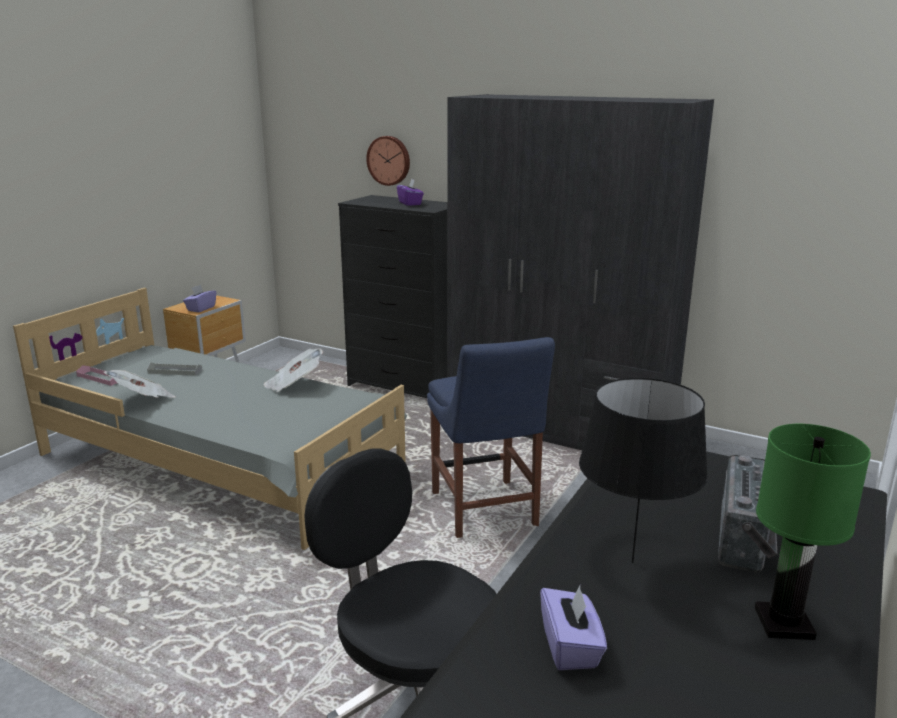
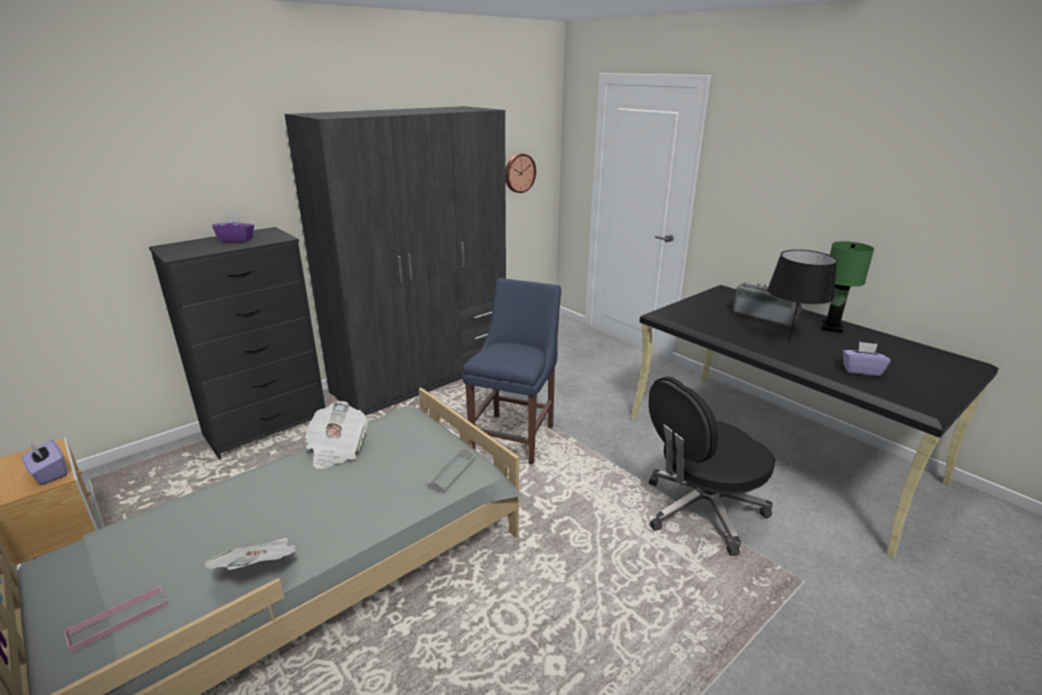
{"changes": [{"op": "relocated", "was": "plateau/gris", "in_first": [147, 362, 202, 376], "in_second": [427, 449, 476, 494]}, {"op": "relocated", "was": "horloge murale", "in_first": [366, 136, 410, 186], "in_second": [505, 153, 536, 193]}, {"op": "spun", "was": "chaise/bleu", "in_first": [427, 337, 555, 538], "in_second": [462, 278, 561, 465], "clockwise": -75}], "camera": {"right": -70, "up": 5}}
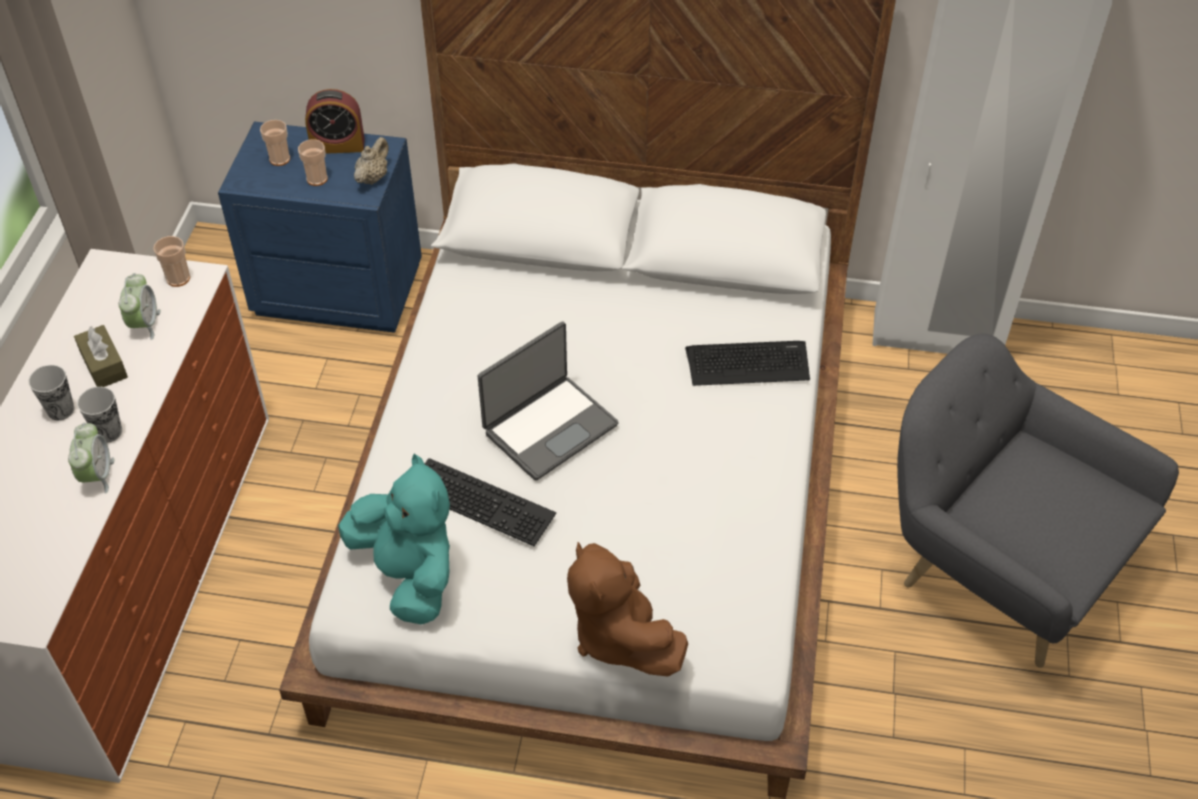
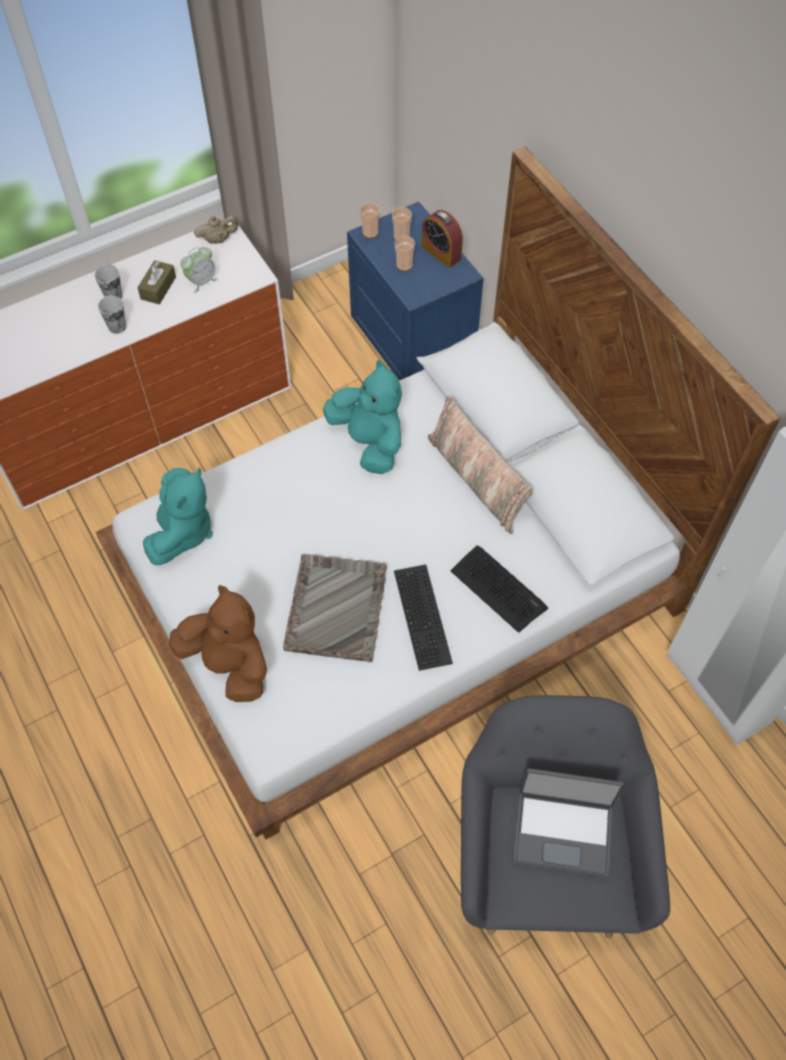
{"changes": [{"op": "missing", "was": "réveil", "in_first": [68, 423, 114, 494]}, {"op": "appeared", "now": "plateau/gris", "in_second": [283, 554, 387, 662]}, {"op": "appeared", "now": "peluche/turquoise", "in_second": [323, 360, 402, 474]}, {"op": "appeared", "now": "coussin", "in_second": [428, 396, 533, 534]}, {"op": "relocated", "was": "tasse", "in_first": [153, 236, 190, 287], "in_second": [360, 203, 380, 238]}, {"op": "relocated", "was": "théière/beige", "in_first": [354, 137, 389, 185], "in_second": [194, 215, 238, 244]}, {"op": "relocated", "was": "clavier", "in_first": [425, 458, 556, 546], "in_second": [394, 564, 453, 671]}, {"op": "relocated", "was": "ordinateur portable", "in_first": [478, 321, 619, 481], "in_second": [513, 768, 624, 876]}, {"op": "spun", "was": "peluche/marron", "in_first": [567, 542, 688, 677], "in_second": [169, 585, 267, 702], "clockwise": 105}], "camera": {"right": 50, "up": 10}}
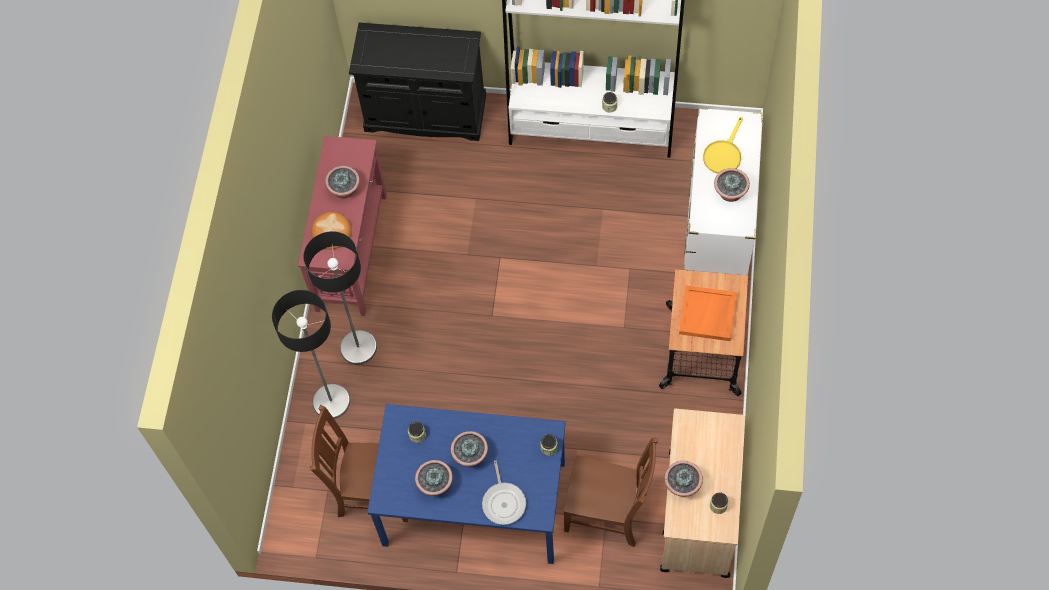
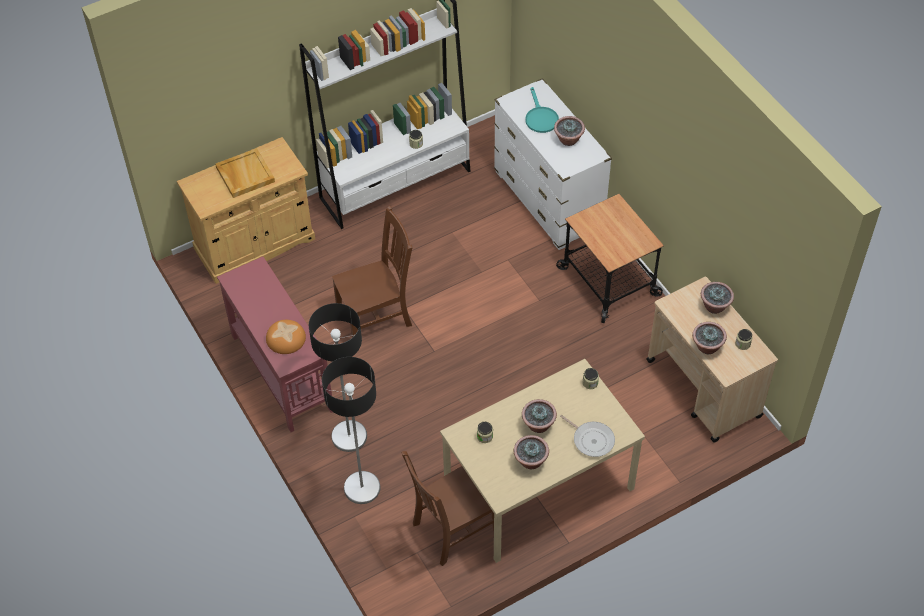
{"changes": [{"op": "missing", "was": "plateau/orange", "in_first": [679, 285, 737, 341]}, {"op": "appeared", "now": "plateau/beige", "in_second": [215, 148, 275, 198]}, {"op": "relocated", "was": "plante en pot", "in_first": [325, 166, 360, 198], "in_second": [701, 282, 734, 314]}, {"op": "relocated", "was": "chaise/marron", "in_first": [563, 437, 658, 547], "in_second": [332, 206, 412, 337]}, {"op": "colour", "was": "meuble de rangement/noir", "now": "meuble de rangement/beige", "in_first": [349, 23, 486, 141], "in_second": [177, 137, 315, 284]}, {"op": "colour", "was": "table à manger/bleu", "now": "table à manger/beige", "in_first": [367, 404, 566, 564], "in_second": [440, 359, 645, 563]}, {"op": "colour", "was": "poêle/jaune", "now": "poêle/turquoise", "in_first": [703, 117, 743, 174], "in_second": [525, 87, 559, 133]}], "camera": {"right": -40, "up": -10}}
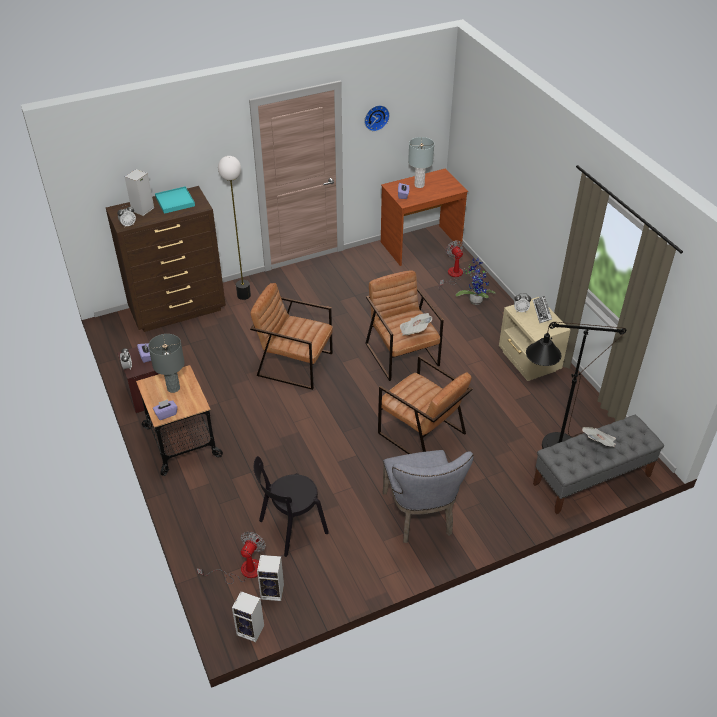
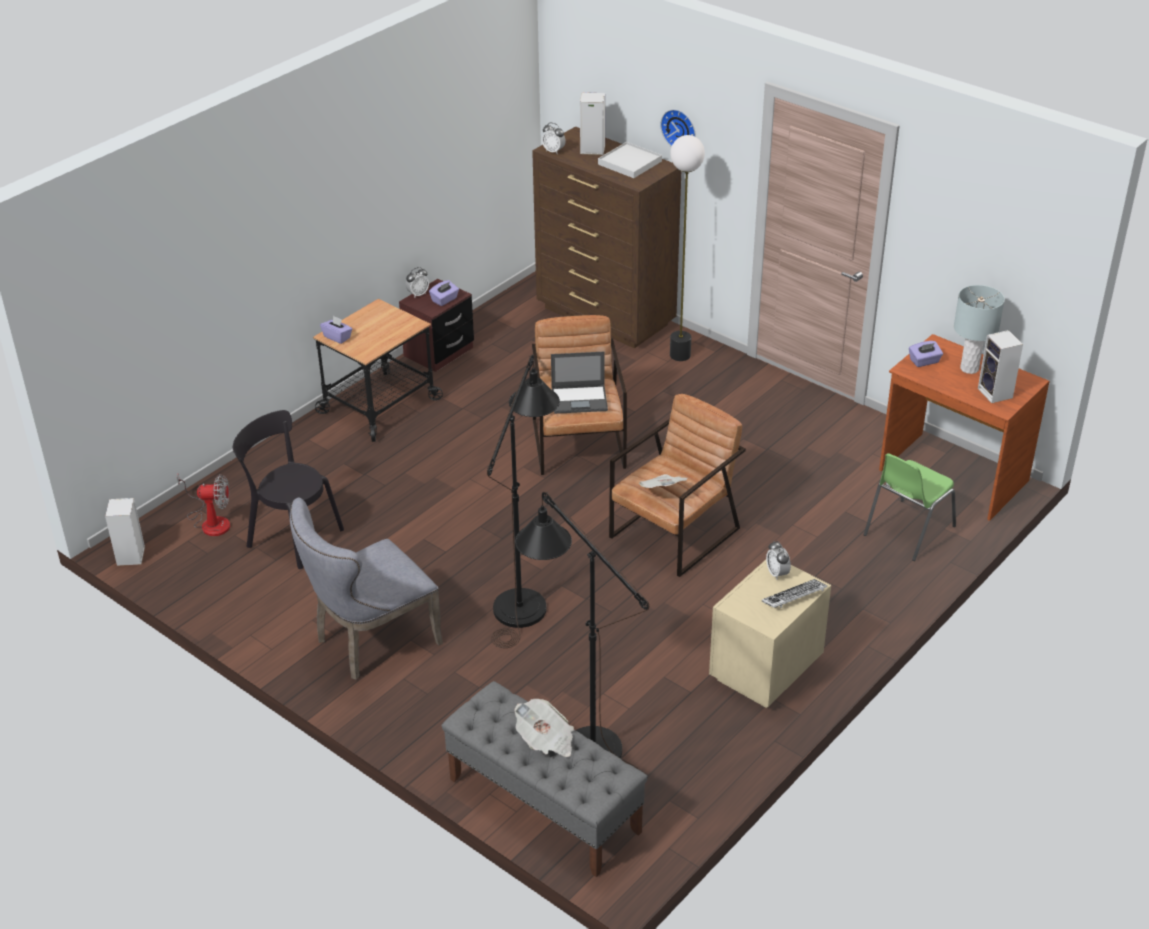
{"changes": [{"op": "missing", "was": "lampe de table/gris", "in_first": [148, 334, 185, 393]}, {"op": "missing", "was": "plante en pot", "in_first": [456, 258, 496, 305]}, {"op": "appeared", "now": "ordinateur portable", "in_second": [551, 352, 608, 414]}, {"op": "relocated", "was": "enceinte", "in_first": [257, 555, 284, 601], "in_second": [978, 330, 1023, 403]}, {"op": "relocated", "was": "horloge murale", "in_first": [364, 105, 390, 131], "in_second": [660, 109, 696, 147]}, {"op": "exchanged", "was": "fauteuil/marron", "now": "lampadaire/noir", "in_first": [378, 356, 472, 454], "in_second": [487, 355, 560, 648]}, {"op": "exchanged", "was": "ventilateur", "now": "chaise/vert", "in_first": [439, 240, 463, 289], "in_second": [864, 453, 956, 561]}, {"op": "colour", "was": "plateau/turquoise", "now": "plateau/blanc", "in_first": [155, 186, 195, 214], "in_second": [598, 142, 662, 178]}], "camera": {"right": 65, "up": -5}}
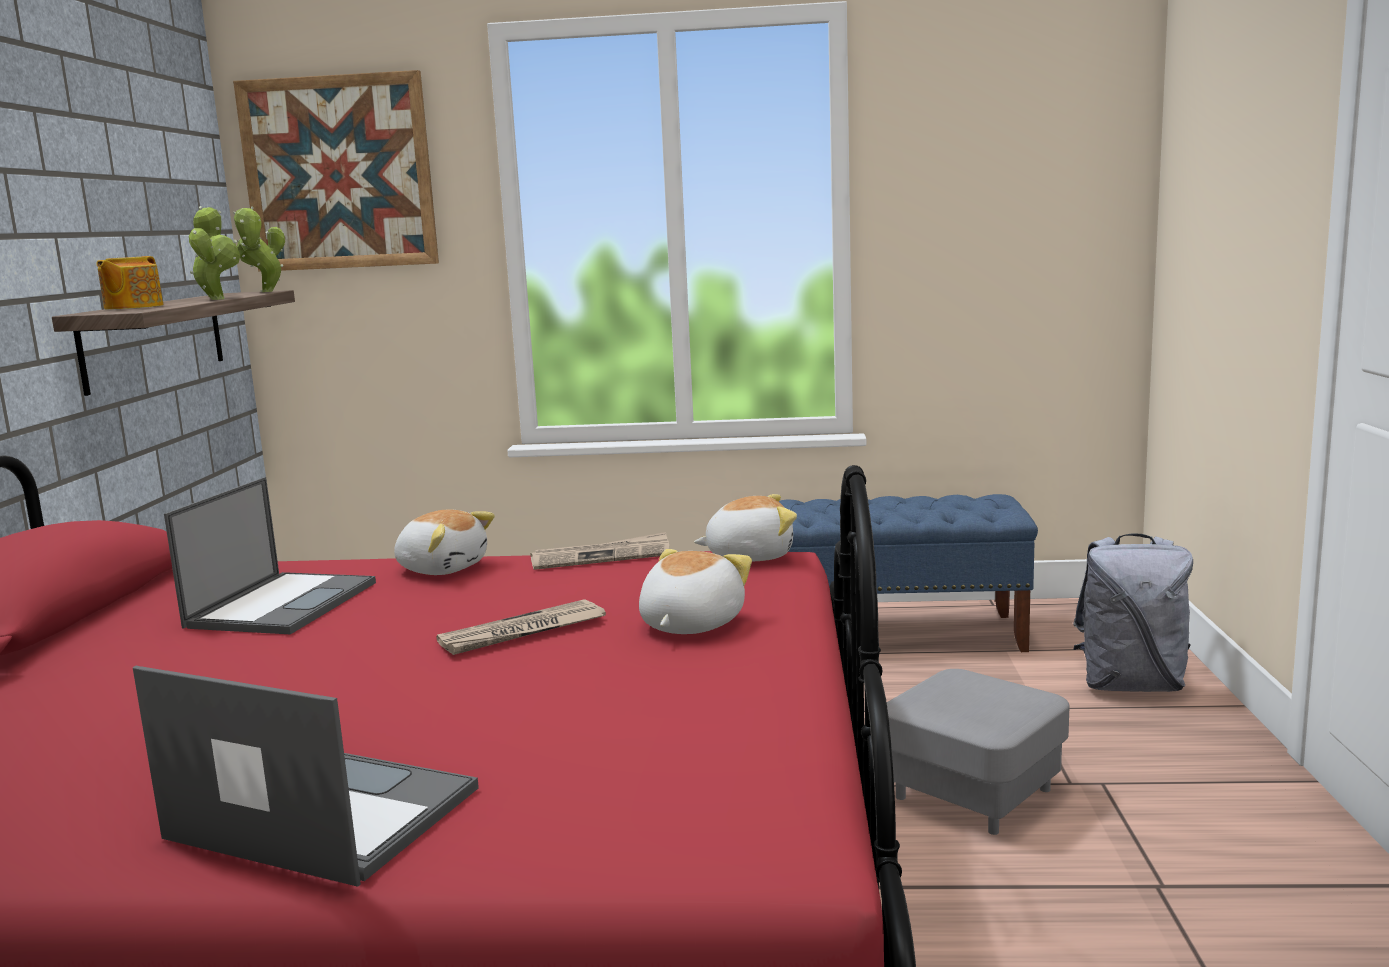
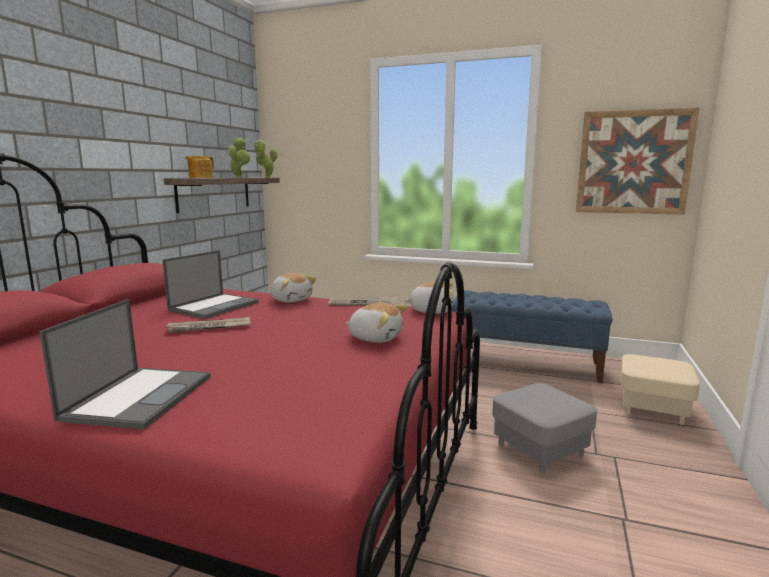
{"changes": [{"op": "relocated", "was": "tableau", "in_first": [233, 70, 439, 272], "in_second": [576, 107, 700, 215]}, {"op": "relocated", "was": "journal", "in_first": [437, 599, 606, 655], "in_second": [165, 317, 251, 333]}, {"op": "exchanged", "was": "sac à dos/gris", "now": "pouf/beige", "in_first": [1073, 533, 1193, 692], "in_second": [621, 354, 700, 425]}, {"op": "spun", "was": "ordinateur portable", "in_first": [133, 666, 479, 886], "in_second": [39, 299, 211, 430], "clockwise": 60}, {"op": "spun", "was": "peluche", "in_first": [639, 549, 752, 634], "in_second": [346, 303, 407, 343], "clockwise": 75}], "camera": {"right": 15, "up": 0}}
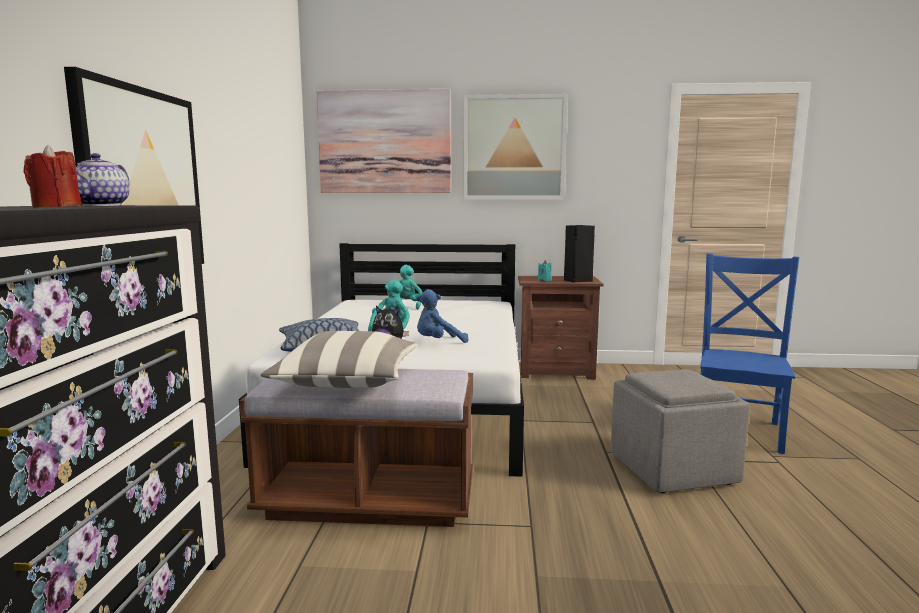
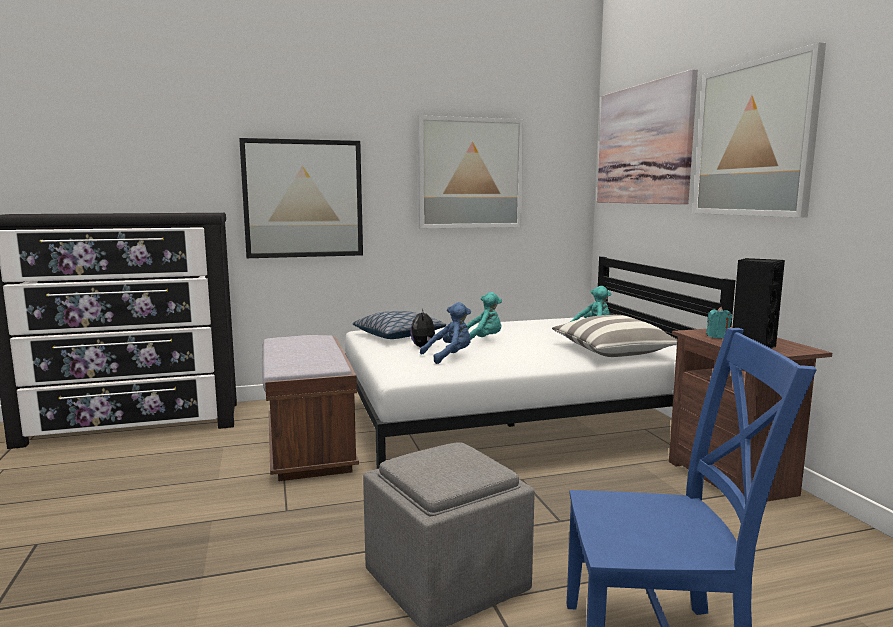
{"changes": [{"op": "missing", "was": "bougie/rouge", "in_first": [24, 145, 81, 208]}, {"op": "missing", "was": "théière", "in_first": [76, 153, 130, 206]}, {"op": "appeared", "now": "tableau", "in_second": [418, 115, 524, 228]}, {"op": "relocated", "was": "coussin", "in_first": [261, 331, 418, 388], "in_second": [552, 315, 677, 357]}, {"op": "spun", "was": "peluche/bleu", "in_first": [417, 289, 469, 343], "in_second": [420, 302, 471, 364], "clockwise": 105}], "camera": {"right": 70, "up": 0}}
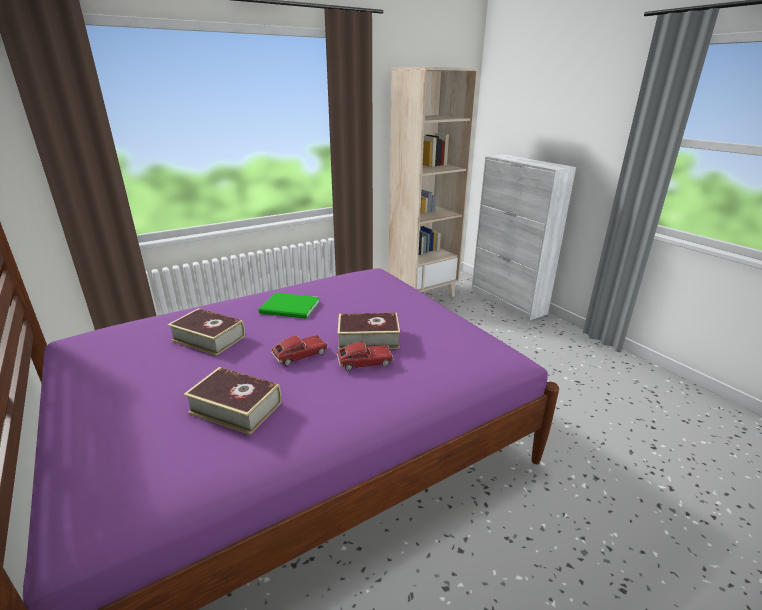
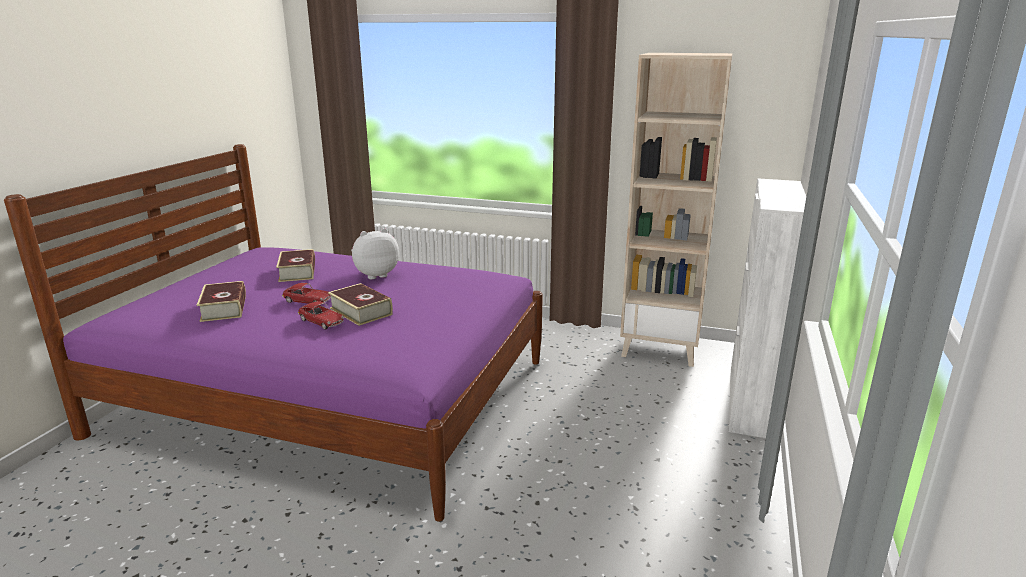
{"changes": [{"op": "exchanged", "was": "livre/vert", "now": "peluche", "in_first": [259, 293, 320, 319], "in_second": [351, 228, 399, 279]}], "camera": {"right": 50, "up": -5}}
